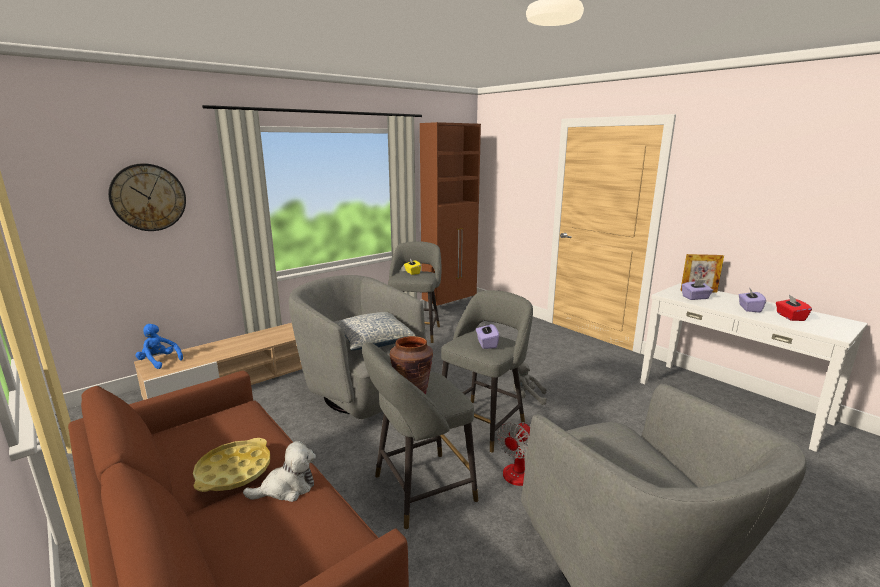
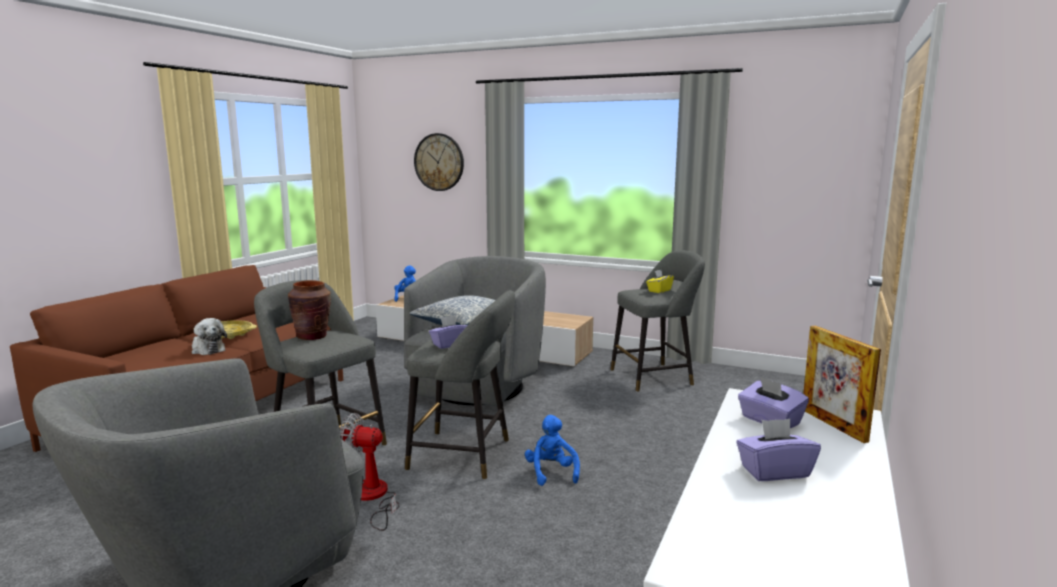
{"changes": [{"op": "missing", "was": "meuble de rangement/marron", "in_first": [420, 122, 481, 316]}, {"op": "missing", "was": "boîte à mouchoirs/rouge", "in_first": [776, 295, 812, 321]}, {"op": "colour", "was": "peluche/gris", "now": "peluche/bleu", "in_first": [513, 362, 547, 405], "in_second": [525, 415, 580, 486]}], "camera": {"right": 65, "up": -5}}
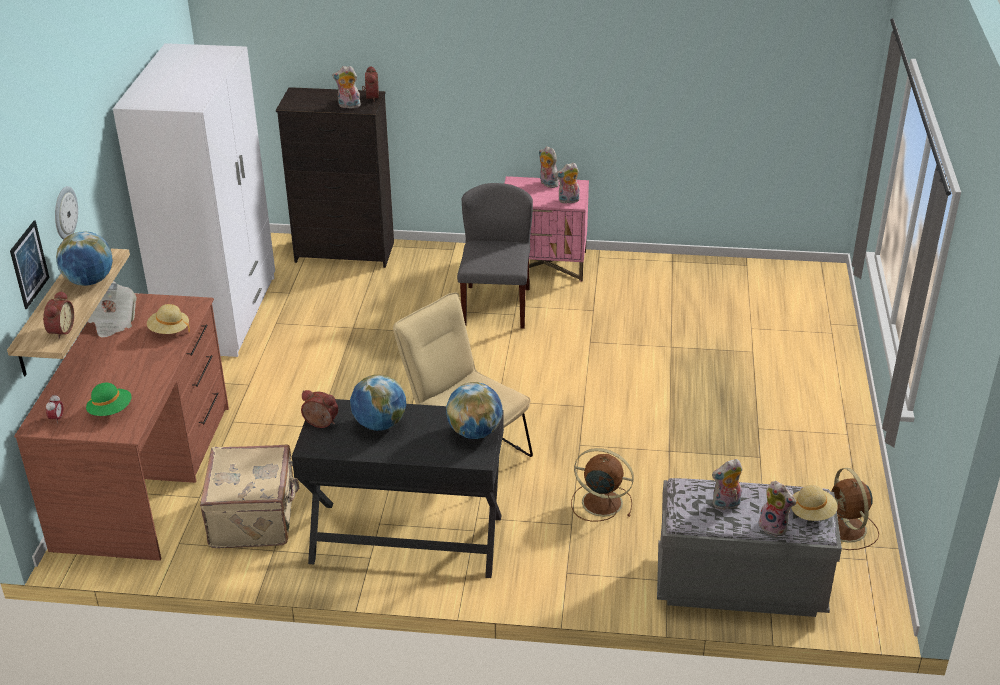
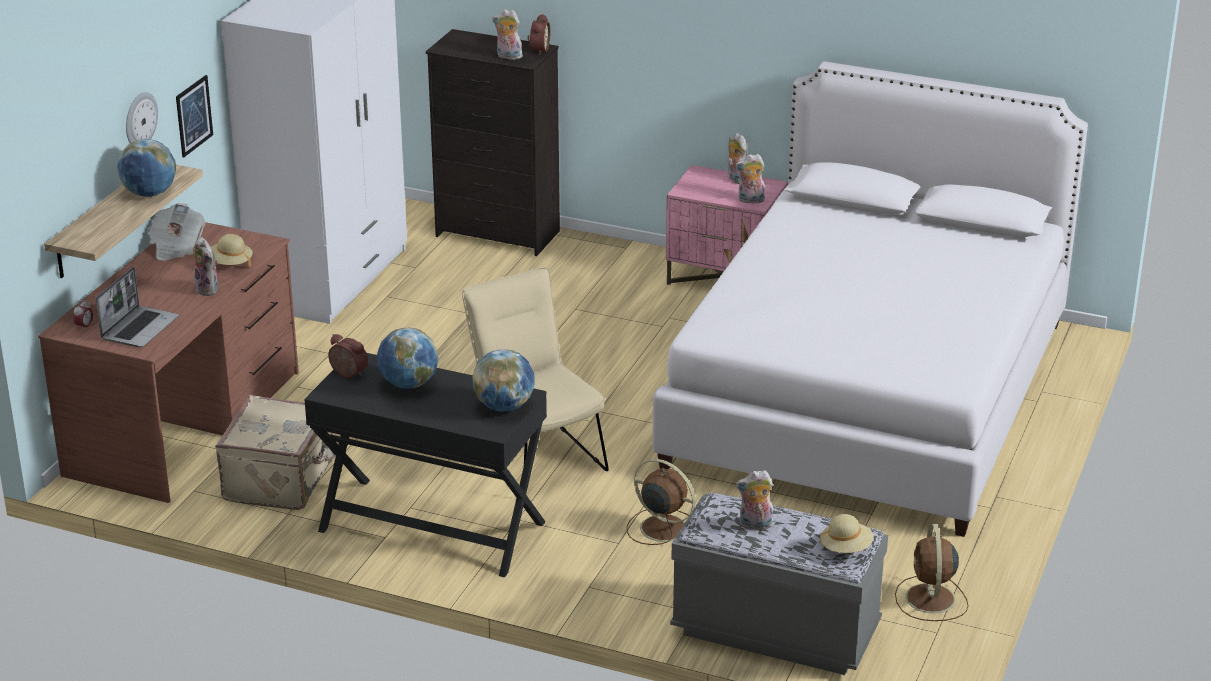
{"changes": [{"op": "missing", "was": "réveil", "in_first": [43, 290, 74, 339]}, {"op": "missing", "was": "chaise/gris", "in_first": [457, 183, 533, 329]}, {"op": "appeared", "now": "lit/blanc", "in_second": [652, 61, 1088, 537]}, {"op": "relocated", "was": "tableau", "in_first": [10, 220, 49, 309], "in_second": [176, 75, 213, 158]}, {"op": "relocated", "was": "peluche", "in_first": [758, 481, 796, 537], "in_second": [194, 236, 218, 296]}, {"op": "exchanged", "was": "chapeau/vert", "now": "ordinateur portable", "in_first": [86, 383, 132, 416], "in_second": [96, 267, 179, 347]}], "camera": {"right": 15, "up": -5}}
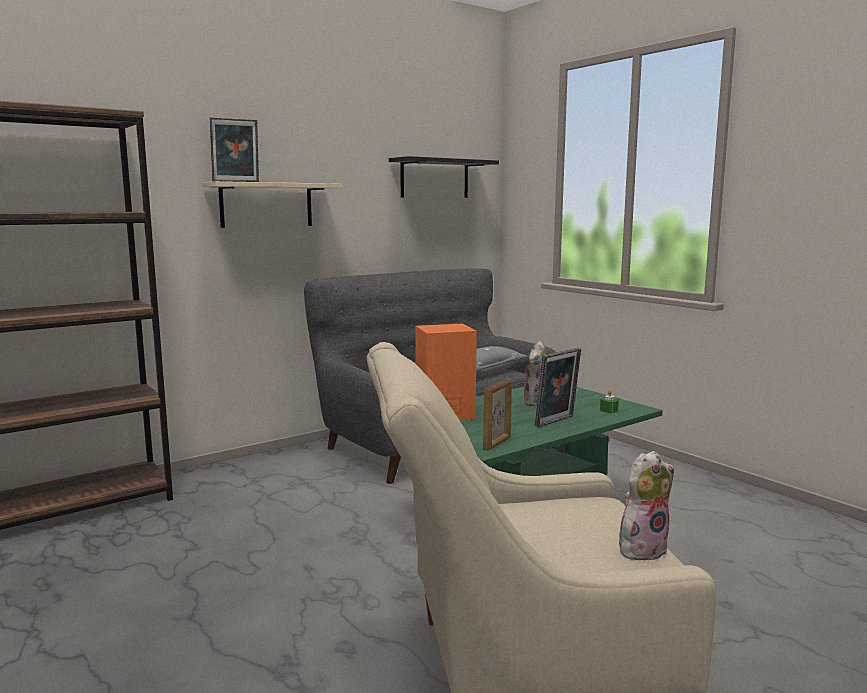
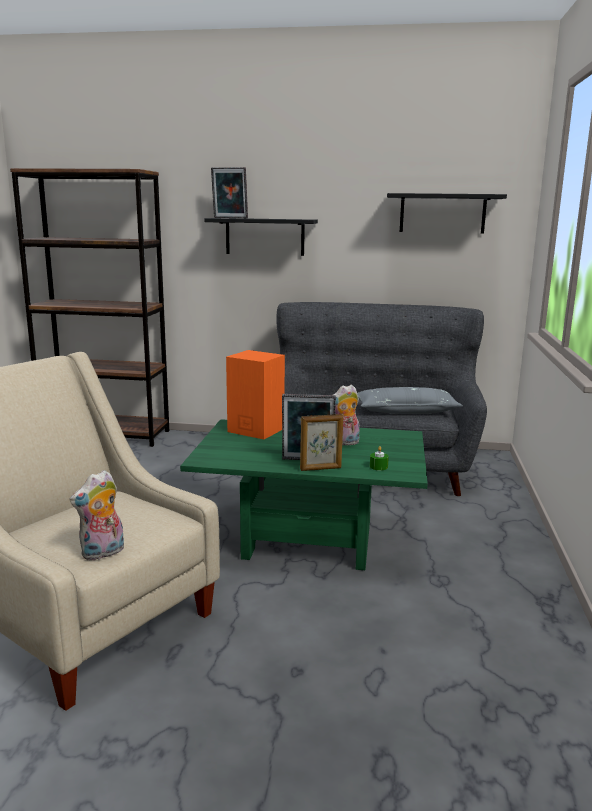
{"changes": [{"op": "relocated", "was": "cadre photo", "in_first": [483, 379, 512, 451], "in_second": [300, 414, 343, 471]}, {"op": "colour", "was": "étagère/beige", "now": "étagère/noir", "in_first": [202, 181, 342, 228], "in_second": [204, 218, 318, 256]}, {"op": "spun", "was": "peluche", "in_first": [619, 451, 674, 560], "in_second": [69, 470, 124, 560], "clockwise": 120}], "camera": {"right": 45, "up": 5}}
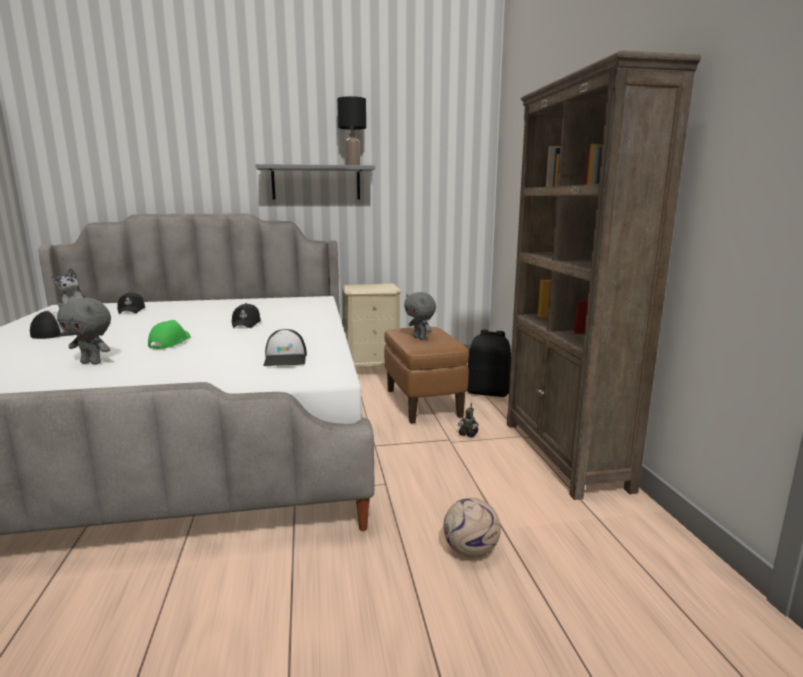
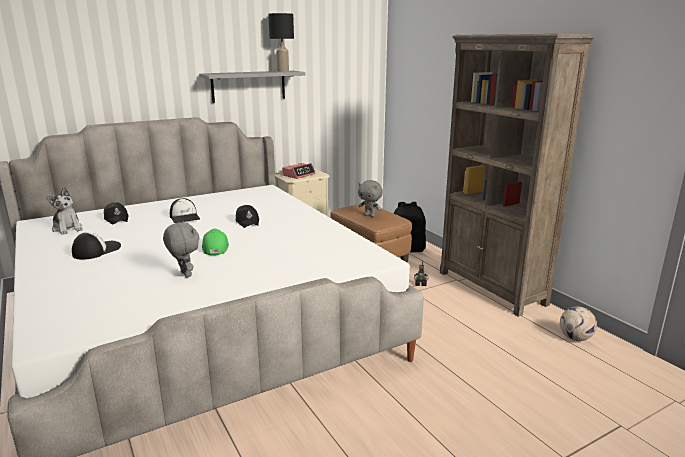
{"changes": [{"op": "appeared", "now": "réveil", "in_second": [282, 163, 316, 179]}, {"op": "relocated", "was": "casquette", "in_first": [264, 329, 307, 366], "in_second": [170, 198, 200, 223]}, {"op": "relocated", "was": "ballon de foot", "in_first": [444, 498, 501, 558], "in_second": [560, 307, 597, 341]}, {"op": "spun", "was": "peluche/gris", "in_first": [57, 298, 111, 365], "in_second": [163, 221, 199, 278], "clockwise": -120}], "camera": {"right": -20, "up": 5}}
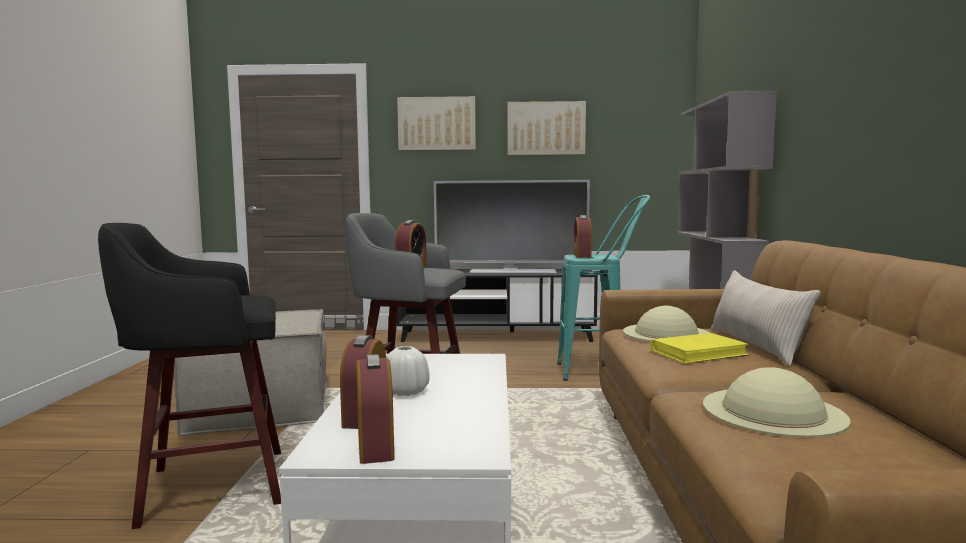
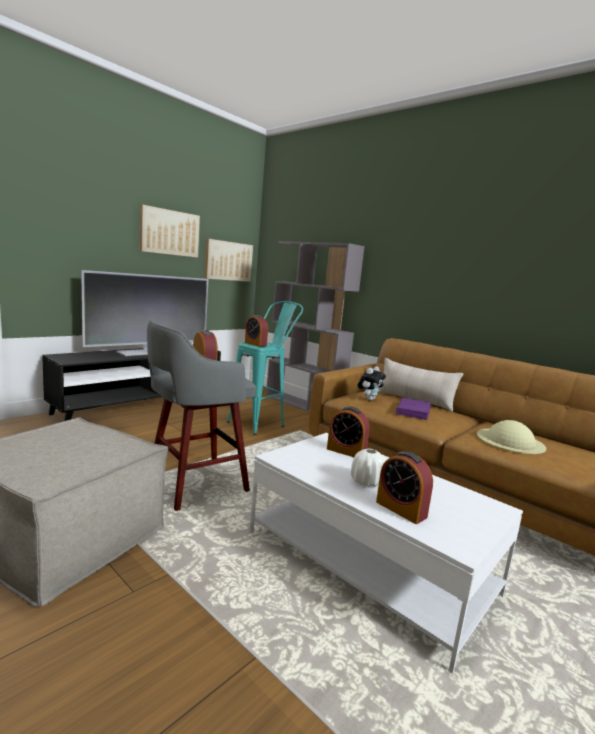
{"changes": [{"op": "missing", "was": "tabouret/noir", "in_first": [98, 223, 281, 529]}, {"op": "relocated", "was": "réveil", "in_first": [356, 354, 394, 464], "in_second": [327, 406, 370, 457]}, {"op": "relocated", "was": "tableau", "in_first": [397, 96, 476, 151], "in_second": [205, 239, 253, 282]}, {"op": "exchanged", "was": "chapeau/beige", "now": "peluche", "in_first": [623, 306, 710, 342], "in_second": [358, 367, 386, 400]}, {"op": "colour", "was": "livre/jaune", "now": "livre/violet", "in_first": [651, 333, 750, 364], "in_second": [396, 398, 431, 420]}], "camera": {"right": -50, "up": 5}}
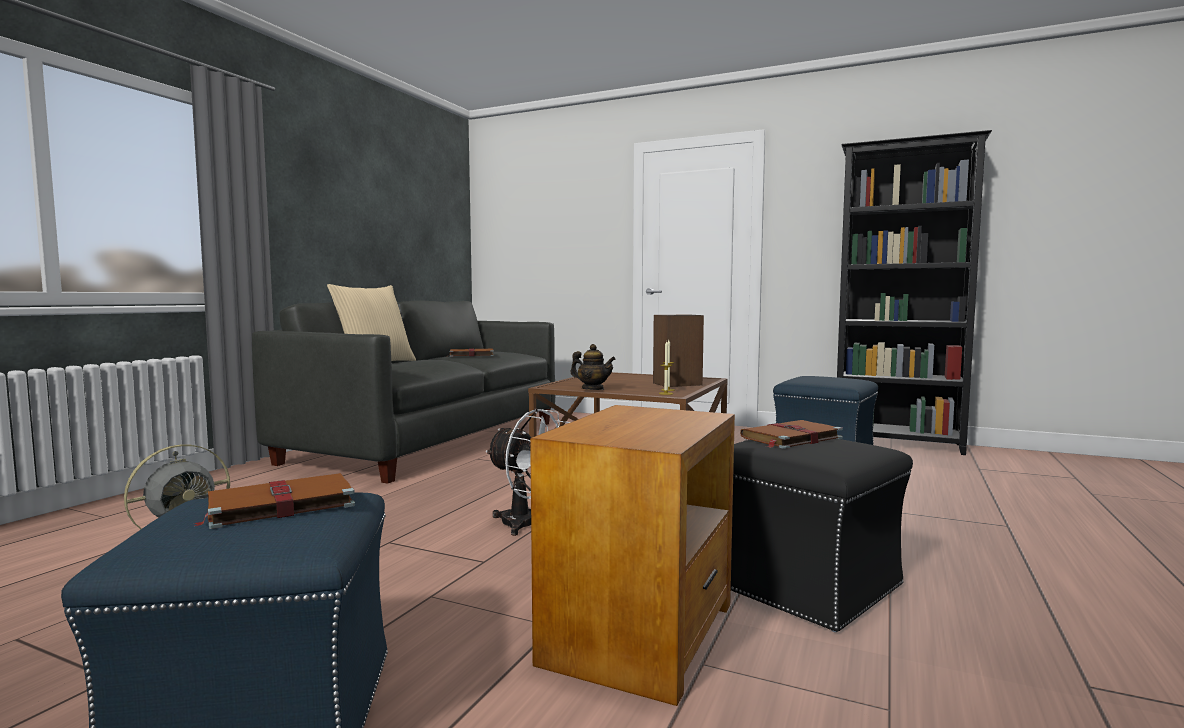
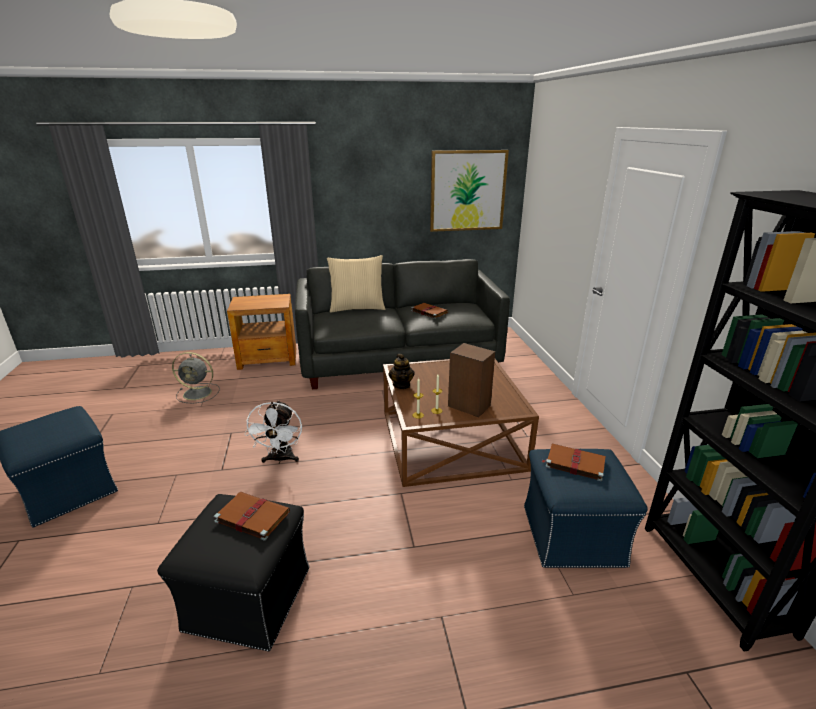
{"changes": [{"op": "appeared", "now": "tableau", "in_second": [430, 150, 509, 232]}, {"op": "relocated", "was": "livre/marron", "in_first": [194, 473, 355, 529], "in_second": [542, 443, 606, 481]}, {"op": "relocated", "was": "table d'appoint/marron", "in_first": [530, 405, 735, 706], "in_second": [227, 294, 296, 370]}], "camera": {"right": 55, "up": 20}}
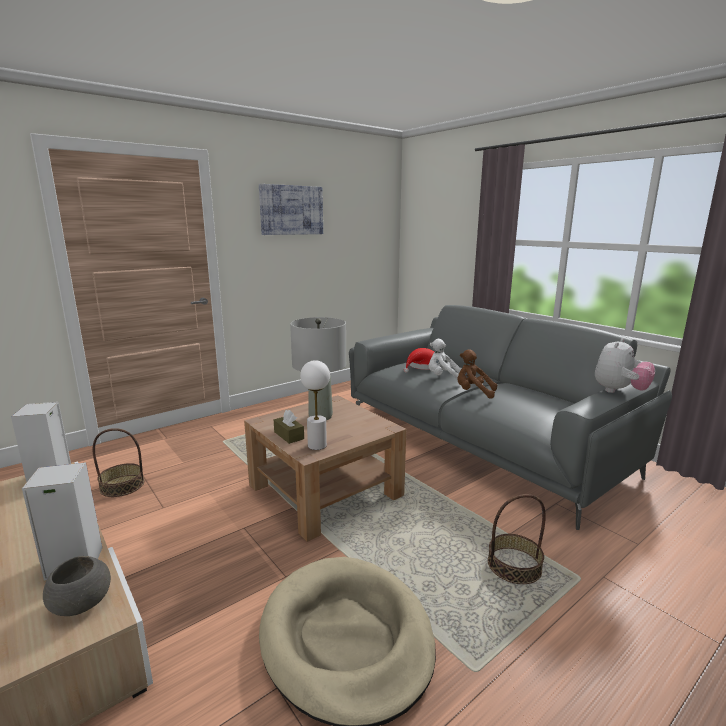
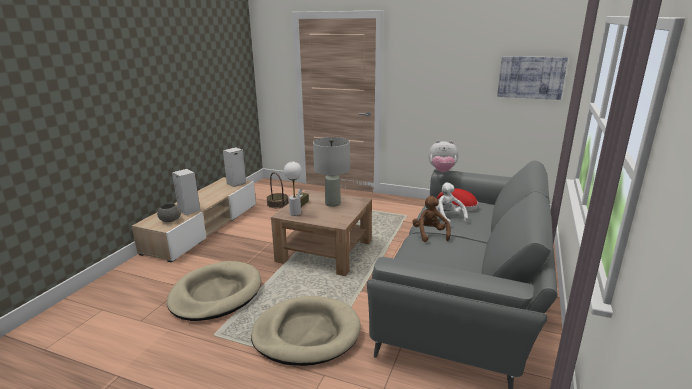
{"changes": [{"op": "relocated", "was": "tableau", "in_first": [259, 184, 323, 235], "in_second": [497, 56, 568, 100]}, {"op": "relocated", "was": "peluche", "in_first": [595, 338, 655, 393], "in_second": [428, 140, 458, 172]}, {"op": "exchanged", "was": "panier", "now": "panier pour chien/beige", "in_first": [488, 494, 546, 584], "in_second": [251, 296, 361, 366]}], "camera": {"right": 60, "up": 5}}
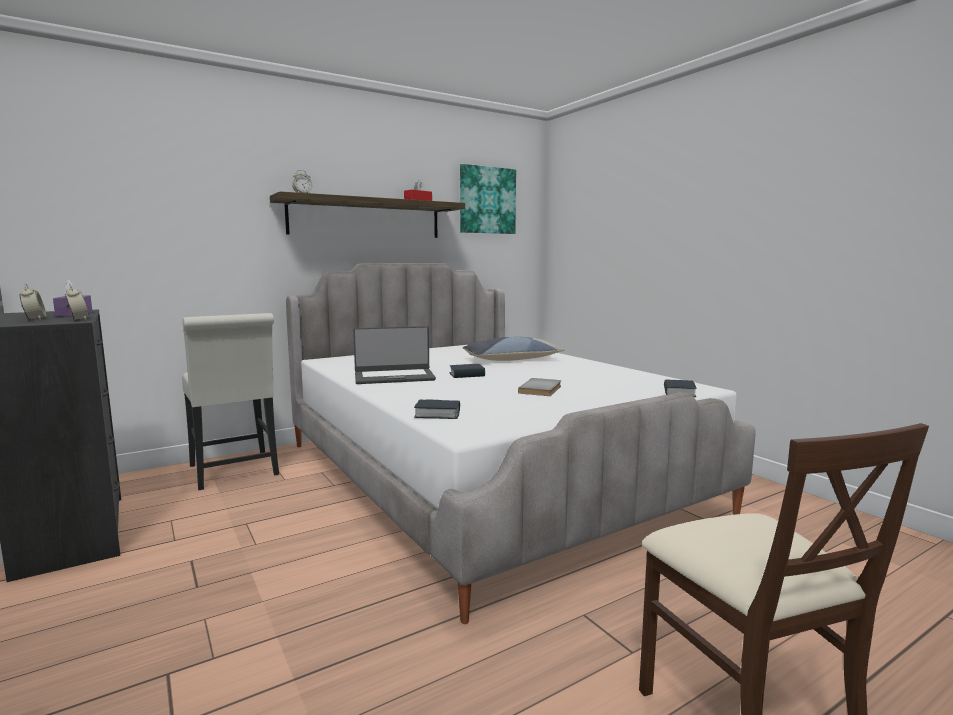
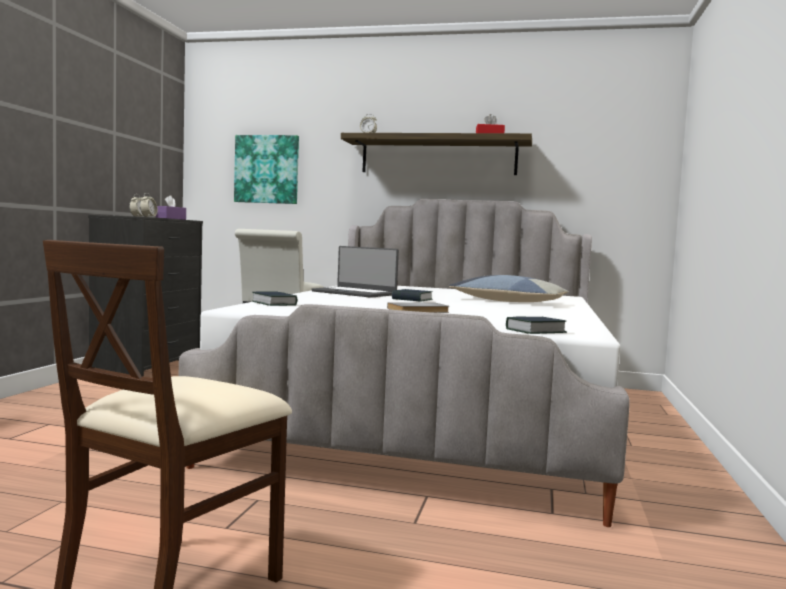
{"changes": [{"op": "relocated", "was": "tableau", "in_first": [460, 164, 516, 234], "in_second": [234, 135, 299, 204]}], "camera": {"right": 45, "up": -5}}
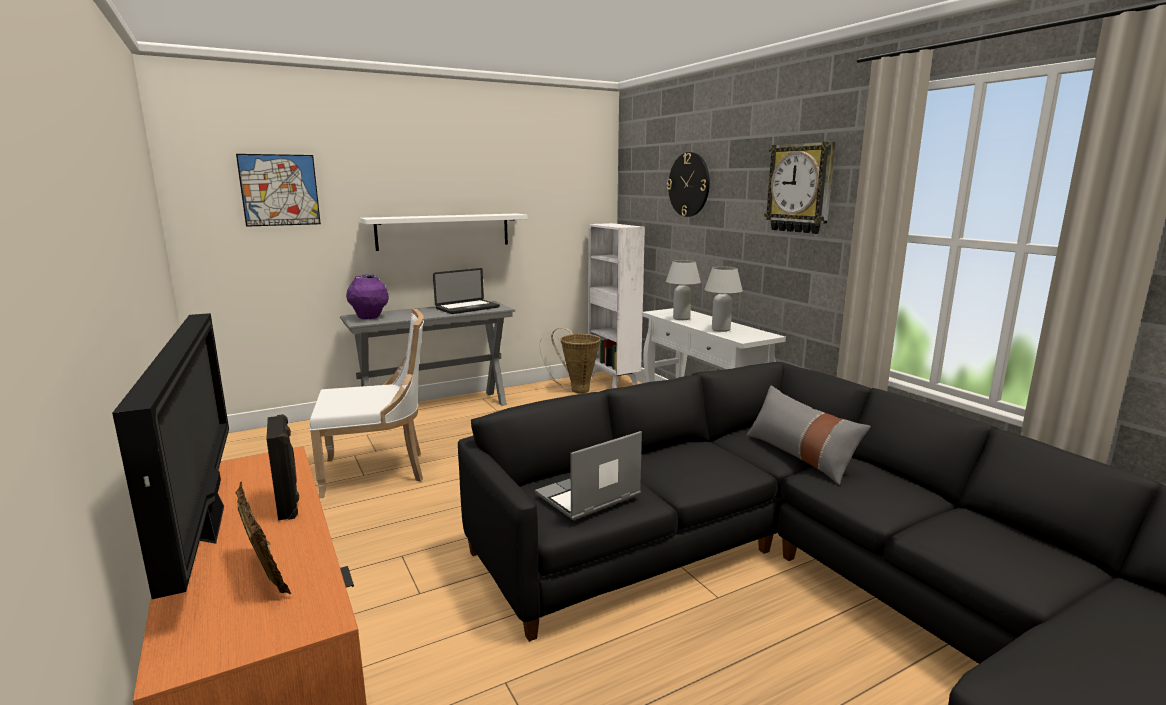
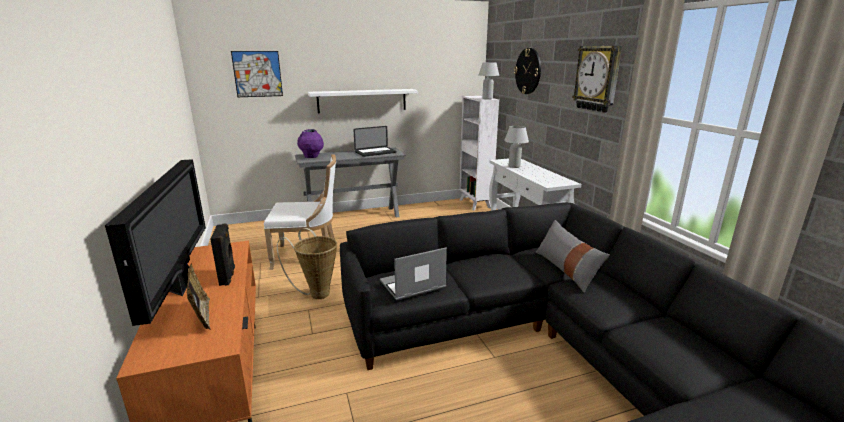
{"changes": [{"op": "relocated", "was": "panier", "in_first": [540, 327, 601, 393], "in_second": [277, 228, 337, 299]}, {"op": "relocated", "was": "lampe de table/blanc", "in_first": [704, 266, 743, 332], "in_second": [479, 62, 499, 99]}], "camera": {"right": 10, "up": 5}}
